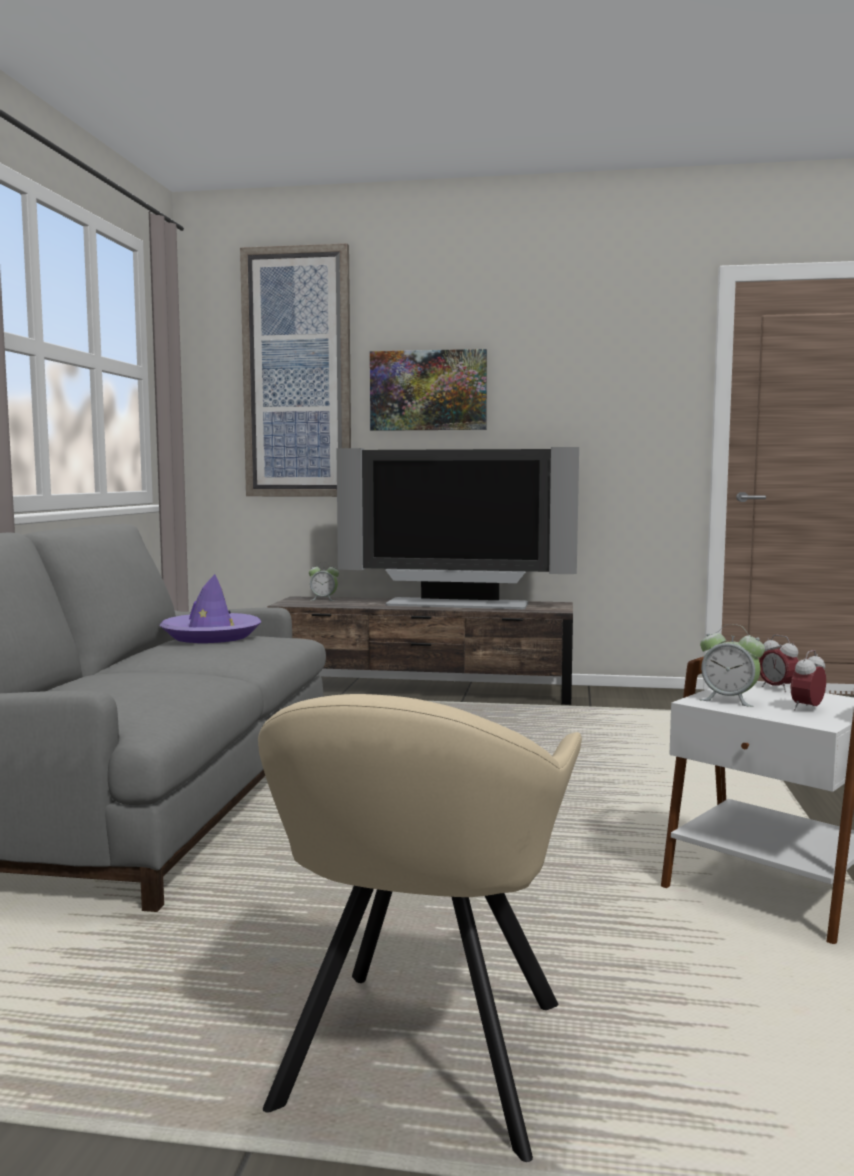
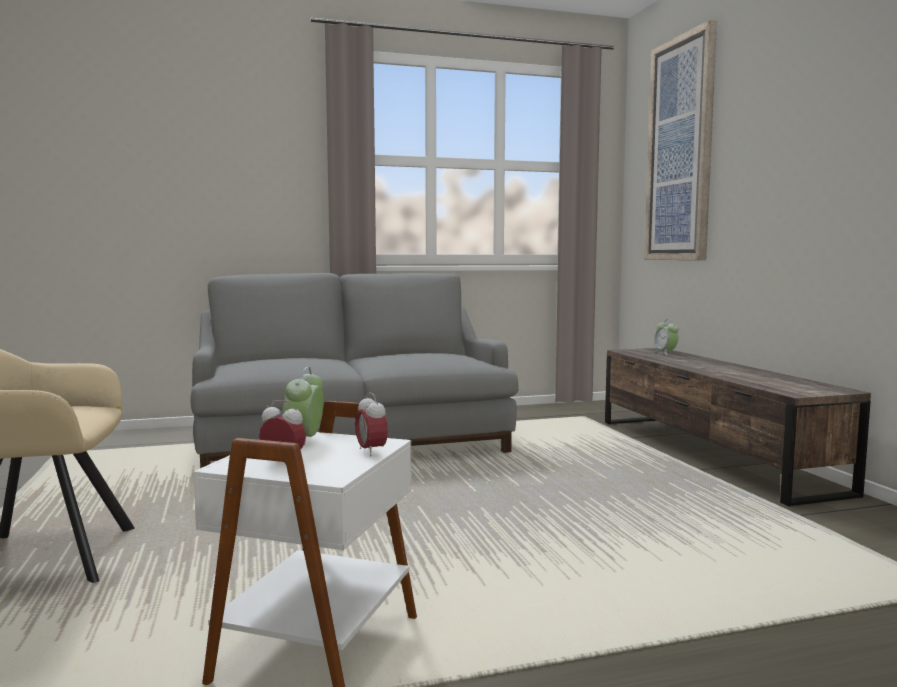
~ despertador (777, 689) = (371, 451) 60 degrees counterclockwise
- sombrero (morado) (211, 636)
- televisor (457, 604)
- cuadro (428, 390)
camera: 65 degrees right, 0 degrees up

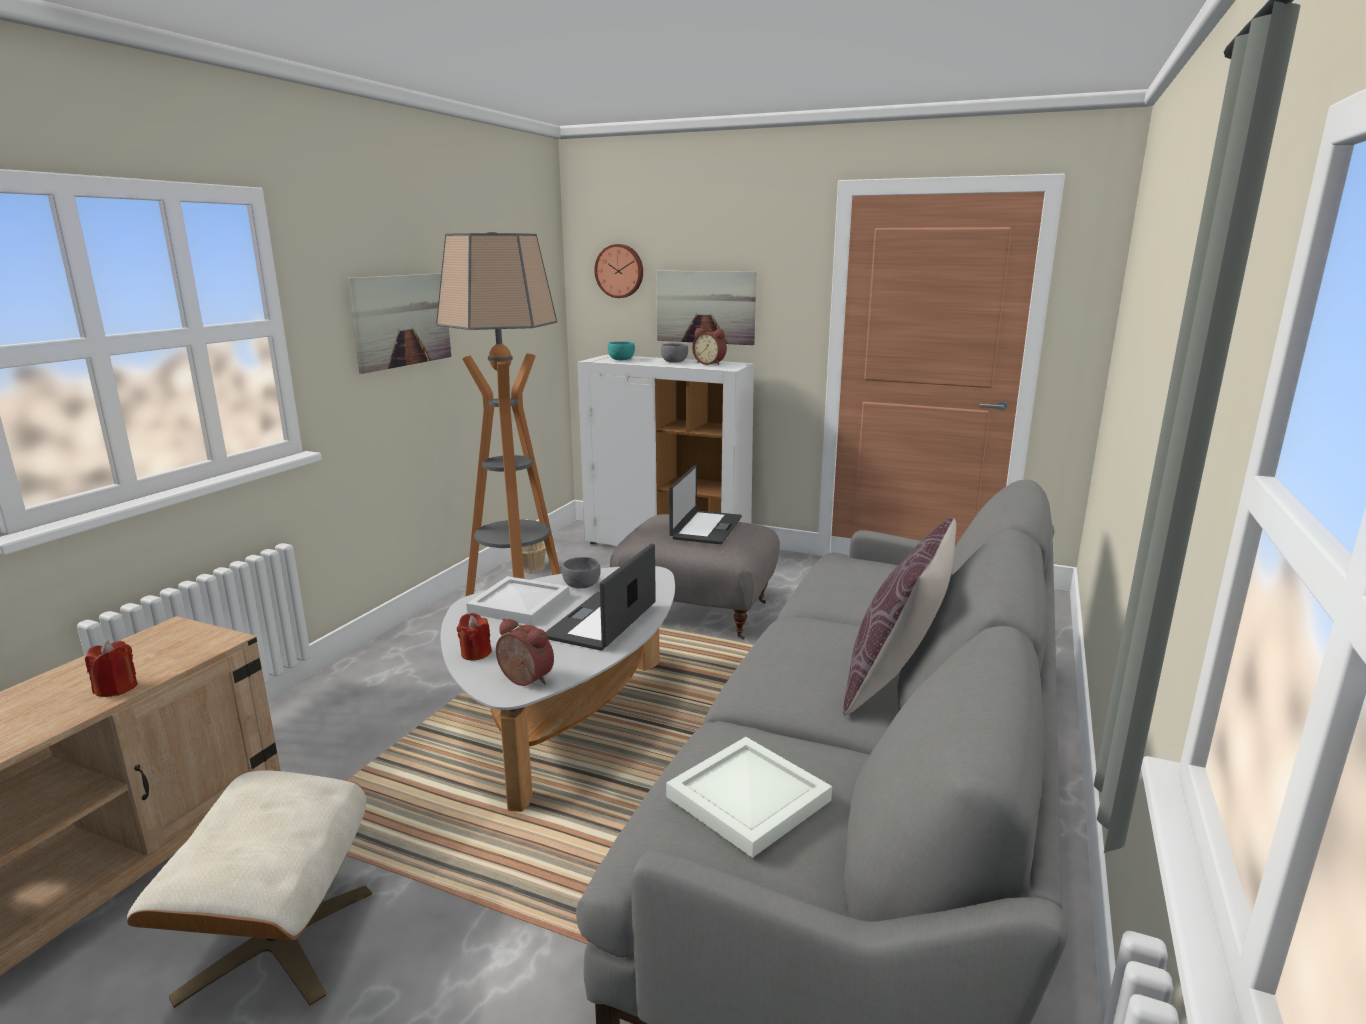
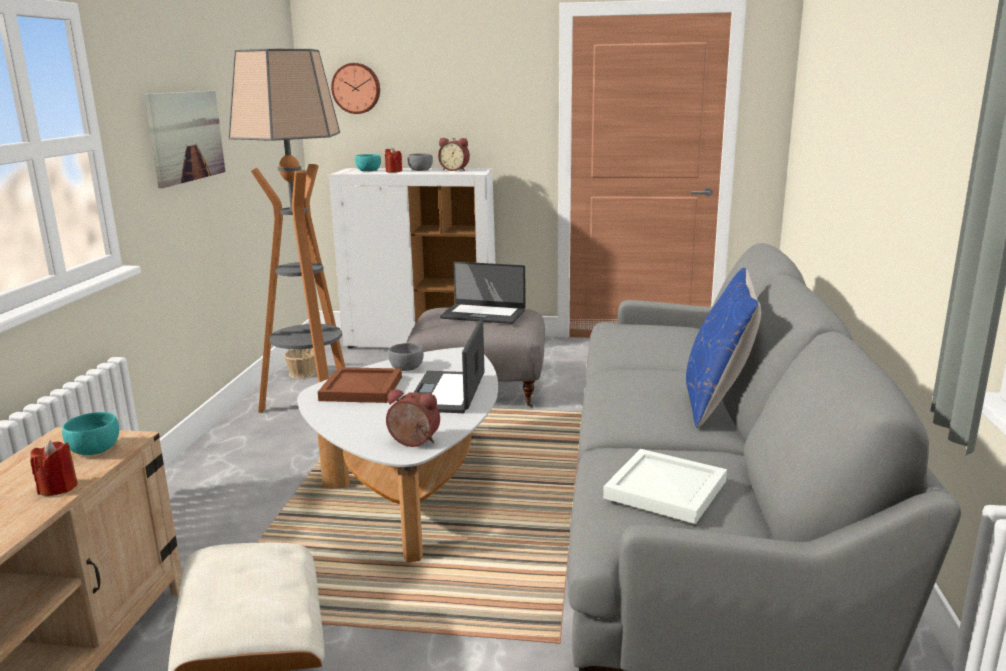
+ cuenco (turquesa) (94, 450)
~ bandeja (blanco) (519, 605) to bandeja (marrón) (362, 389)
~ vela (rojo) (475, 653) to (393, 171)
~ portátil (705, 528) = (483, 314) 105 degrees clockwise
~ cojín (marrón) (895, 680) to cojín (azul) (717, 401)
- cuadro (705, 307)
camera: 15 degrees left, 0 degrees up

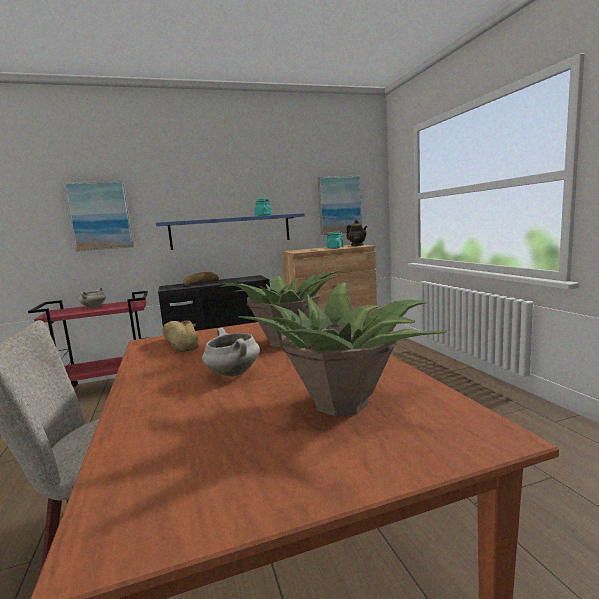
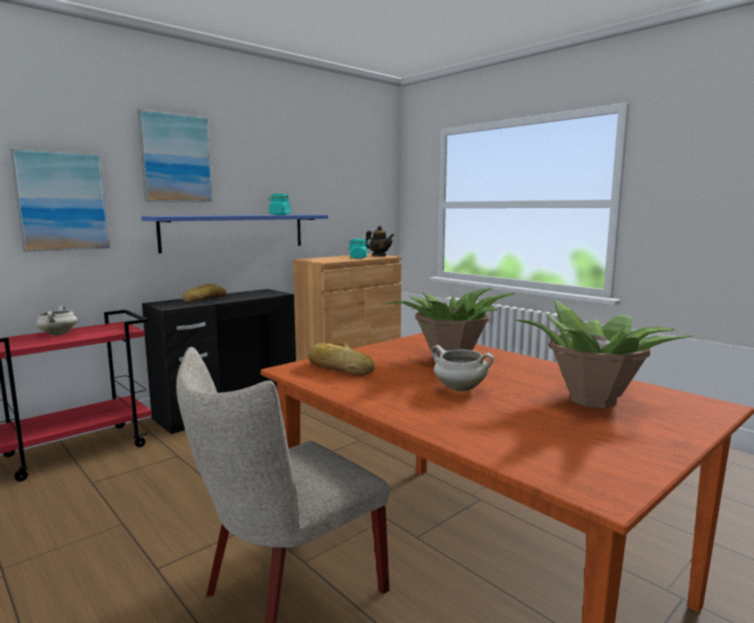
~ cuadro (339, 205) to (176, 158)
camera: 25 degrees left, 0 degrees up

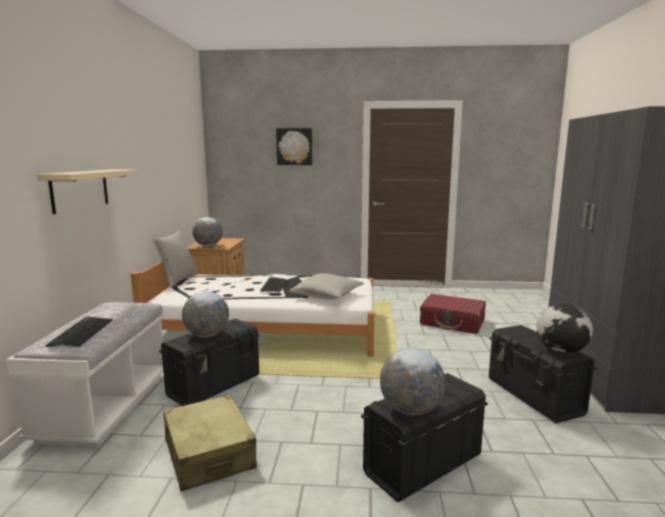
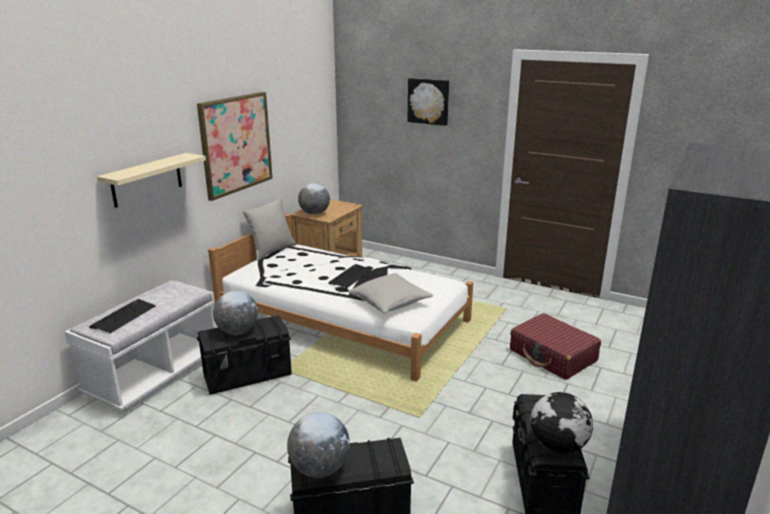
+ cuadro (236, 144)
- maleta (beis) (209, 454)
camera: 25 degrees right, 10 degrees up

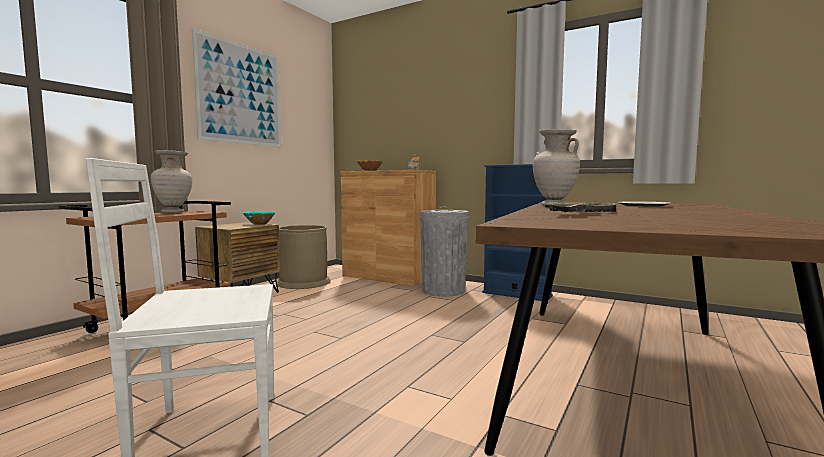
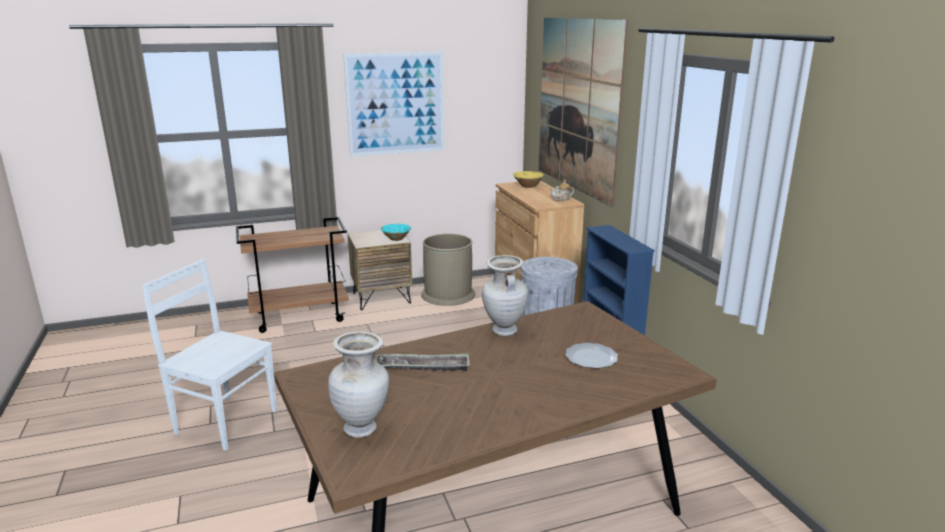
~ florero (beis) (174, 212) to (362, 429)
+ cuadro (577, 106)
camera: 40 degrees right, 15 degrees up

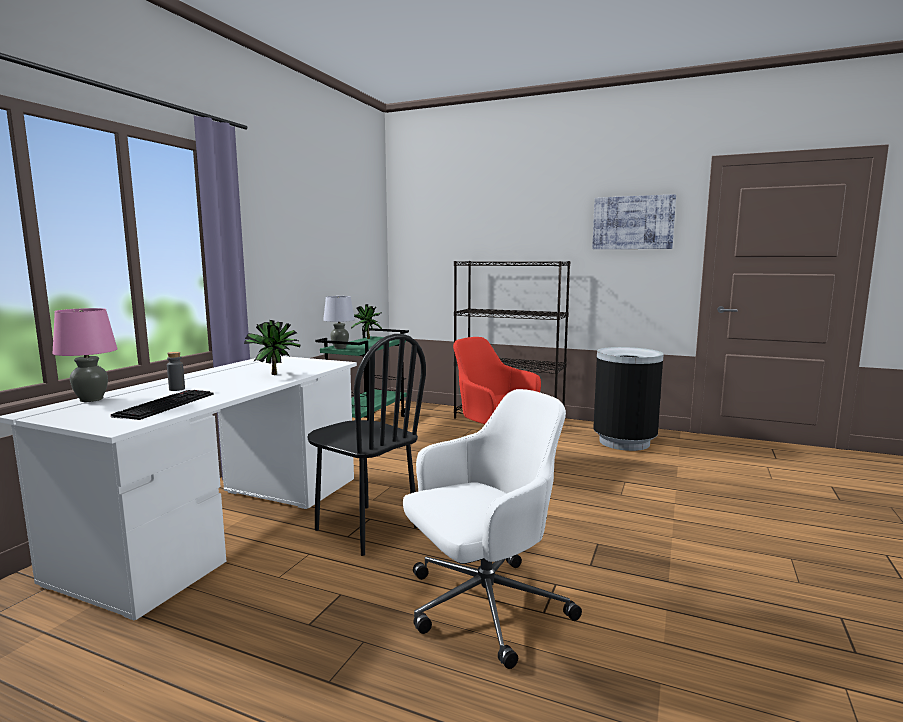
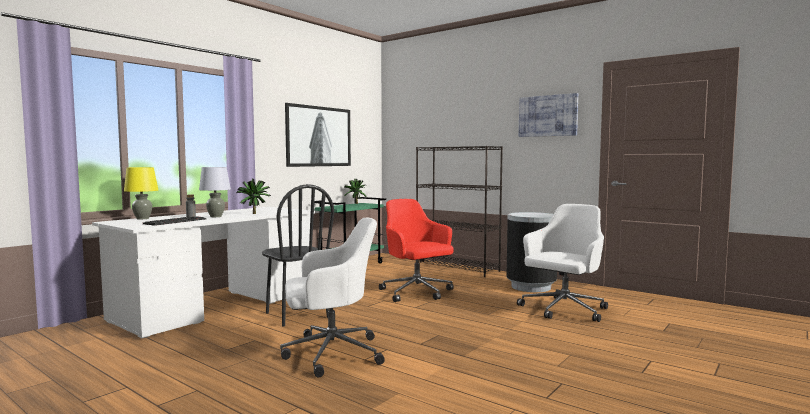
~ lámpara de mesa (rosa) (91, 399) to lámpara de mesa (amarillo) (142, 218)
~ lámpara de mesa (gris) (340, 348) to (215, 216)
+ cuadro (318, 136)
+ silla de oficina (blanco) (563, 310)
camera: 15 degrees right, 5 degrees down

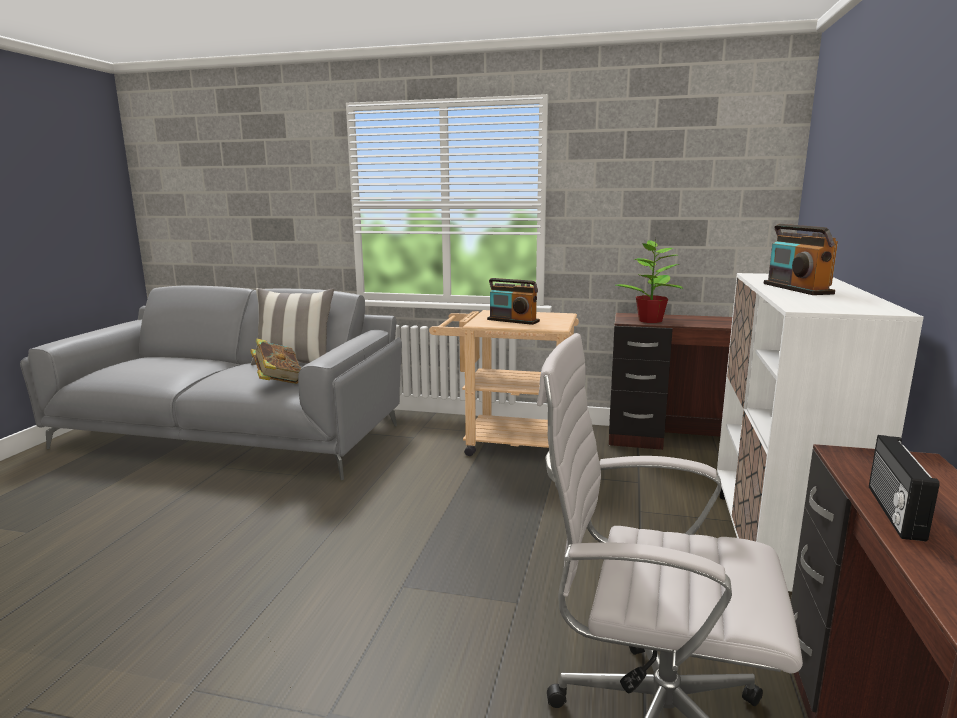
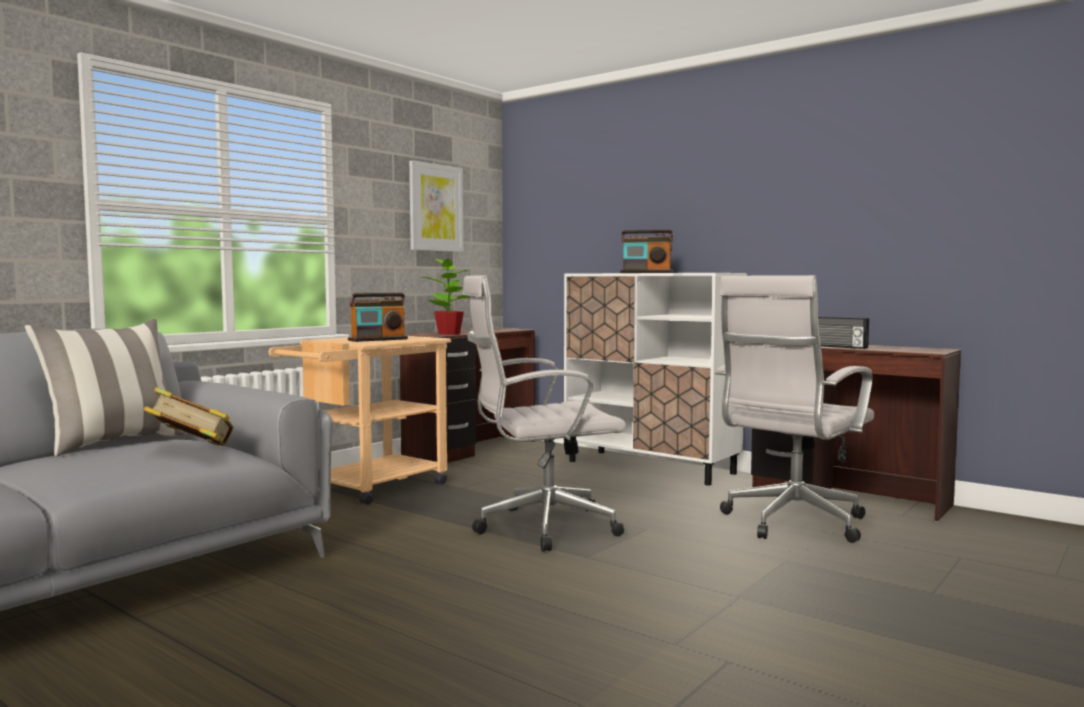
+ cuadro (435, 208)
+ silla de oficina (blanco) (540, 527)
camera: 65 degrees left, 10 degrees down

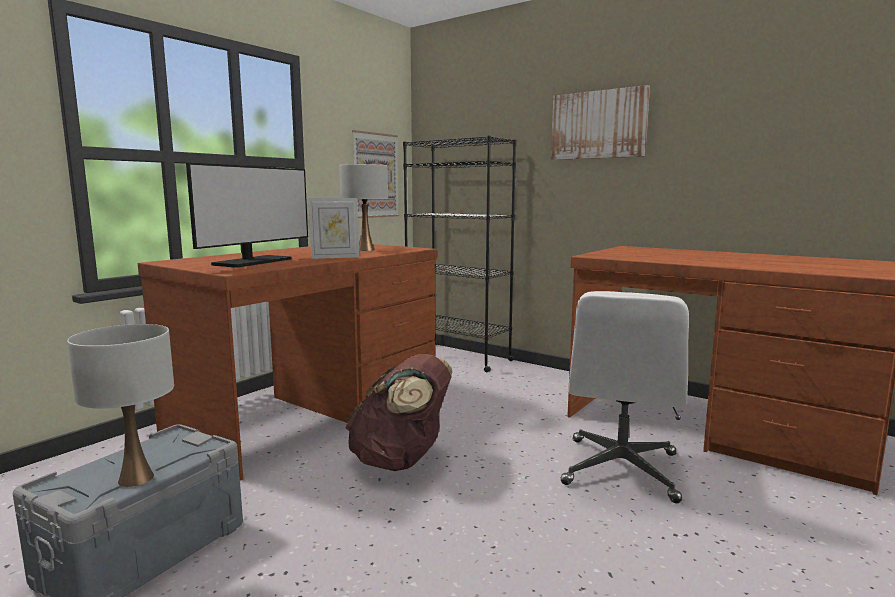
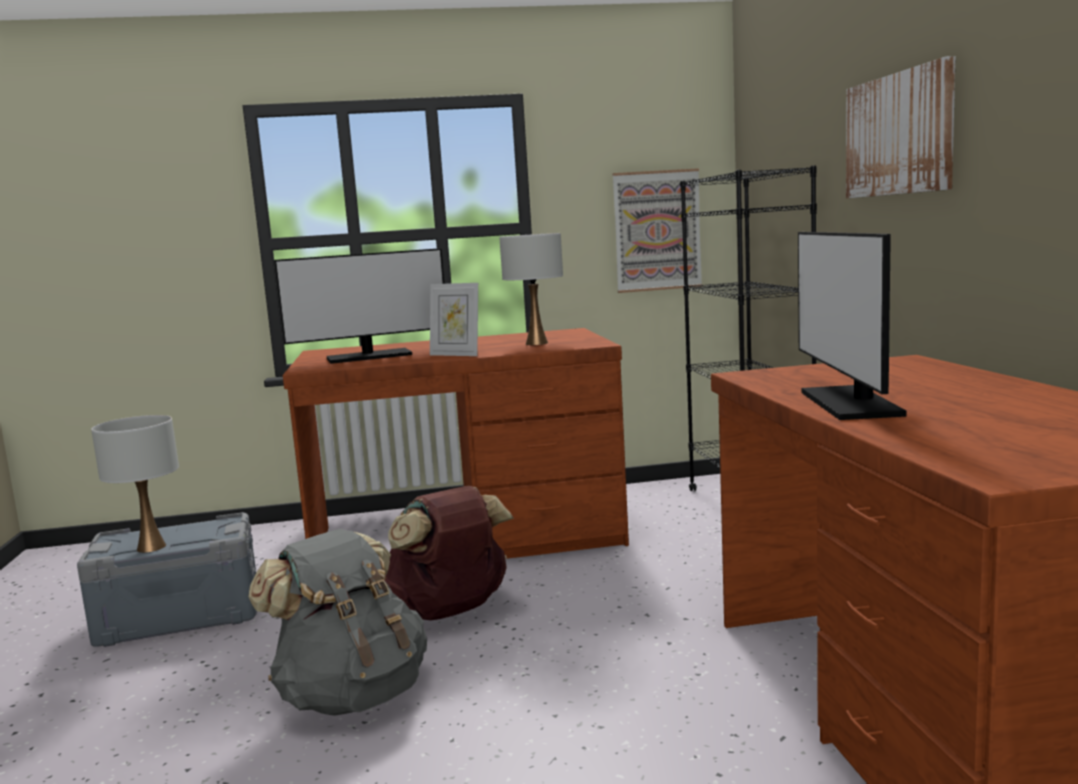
+ mochila (gris) (352, 694)
+ monitor (850, 403)
- silla de oficina (blanco) (621, 470)
camera: 45 degrees right, 0 degrees up

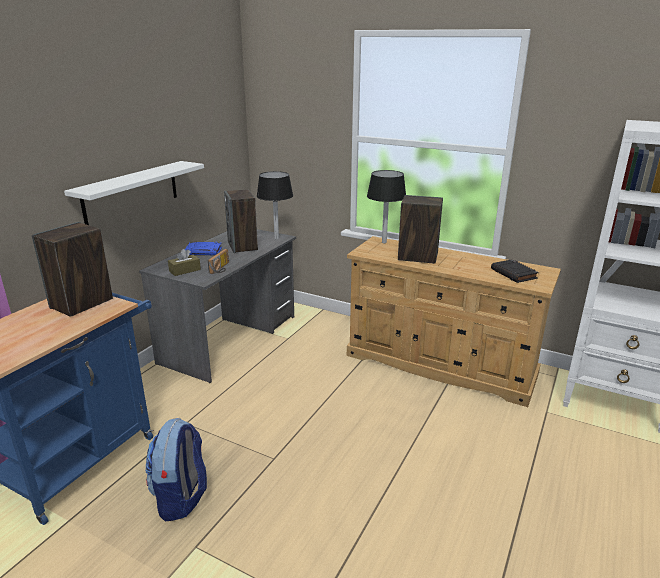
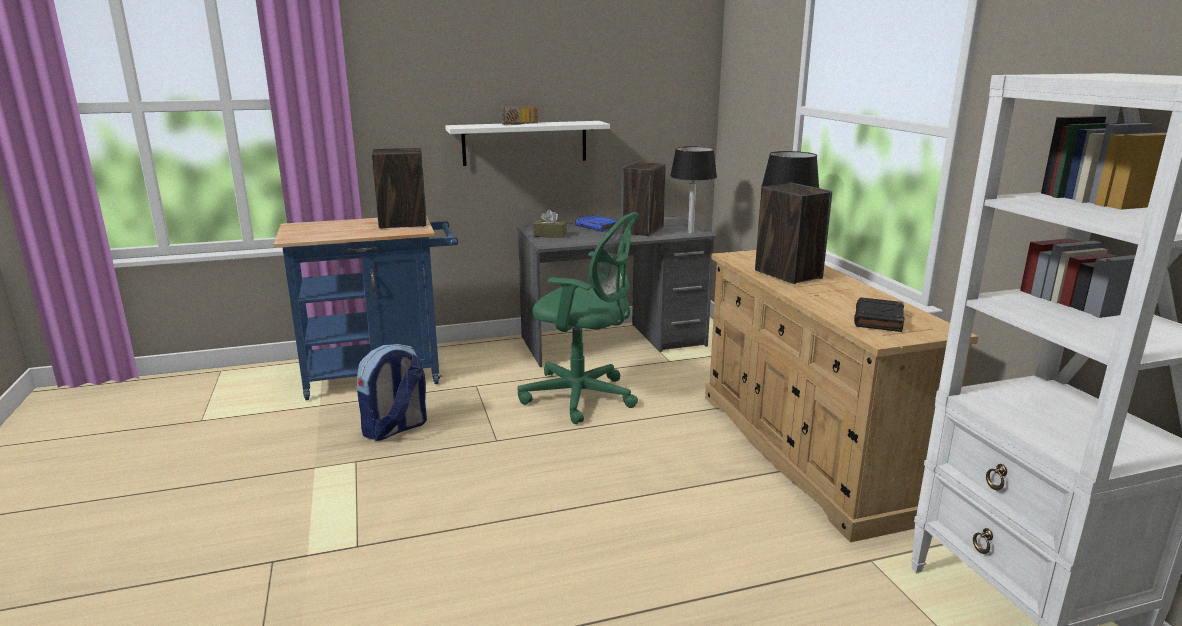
~ radio (221, 268) to (520, 124)
+ silla de oficina (verde) (583, 397)
camera: 45 degrees right, 5 degrees down

